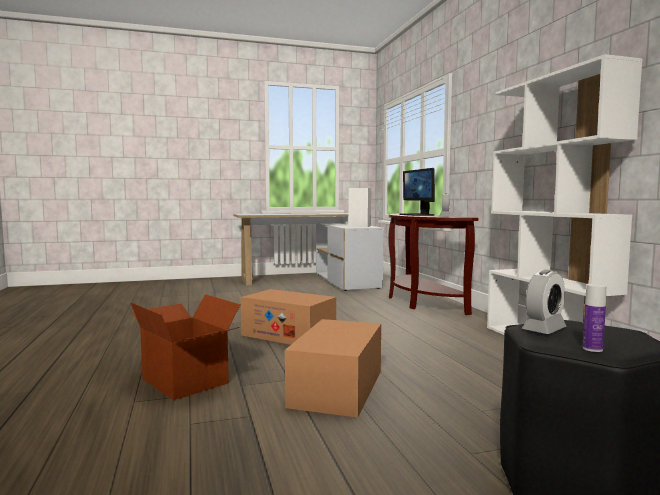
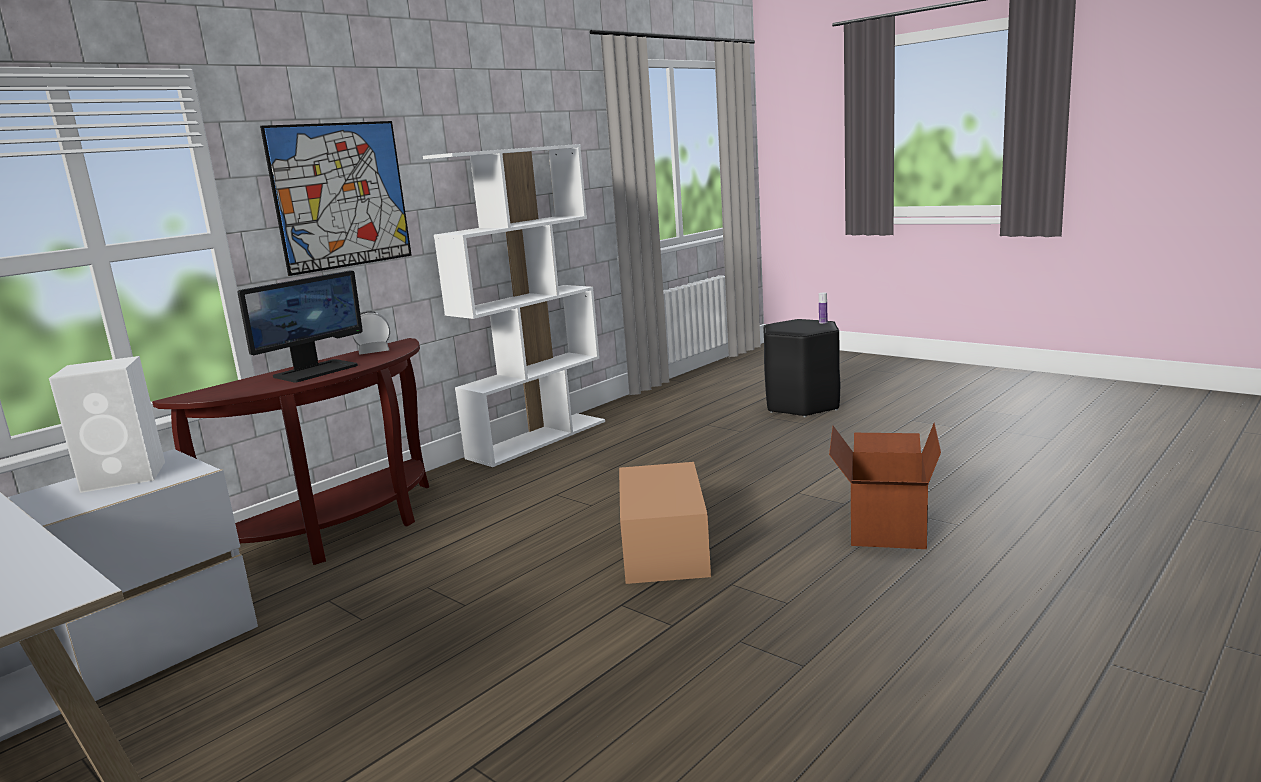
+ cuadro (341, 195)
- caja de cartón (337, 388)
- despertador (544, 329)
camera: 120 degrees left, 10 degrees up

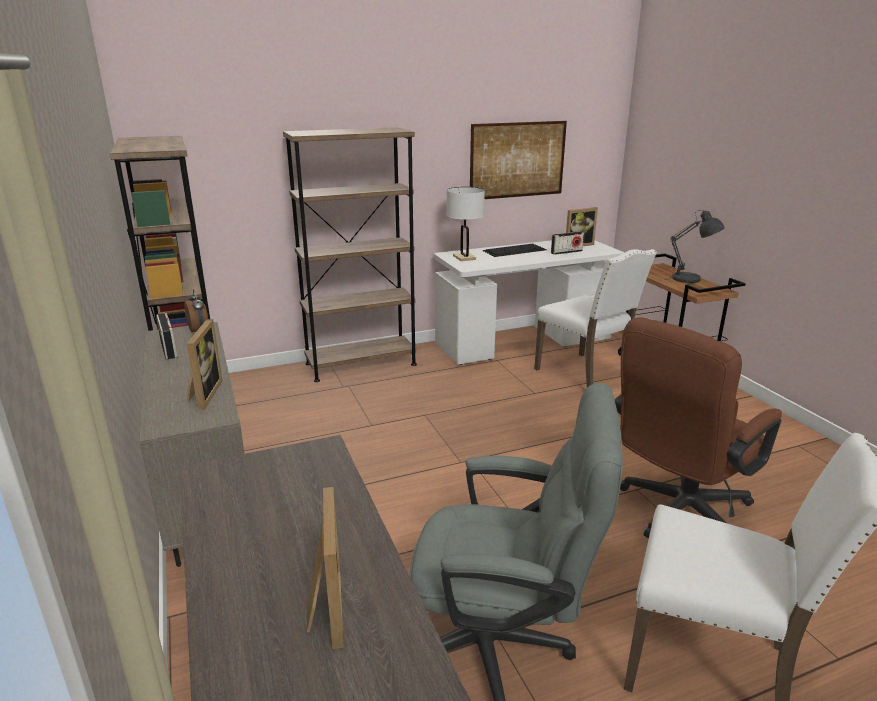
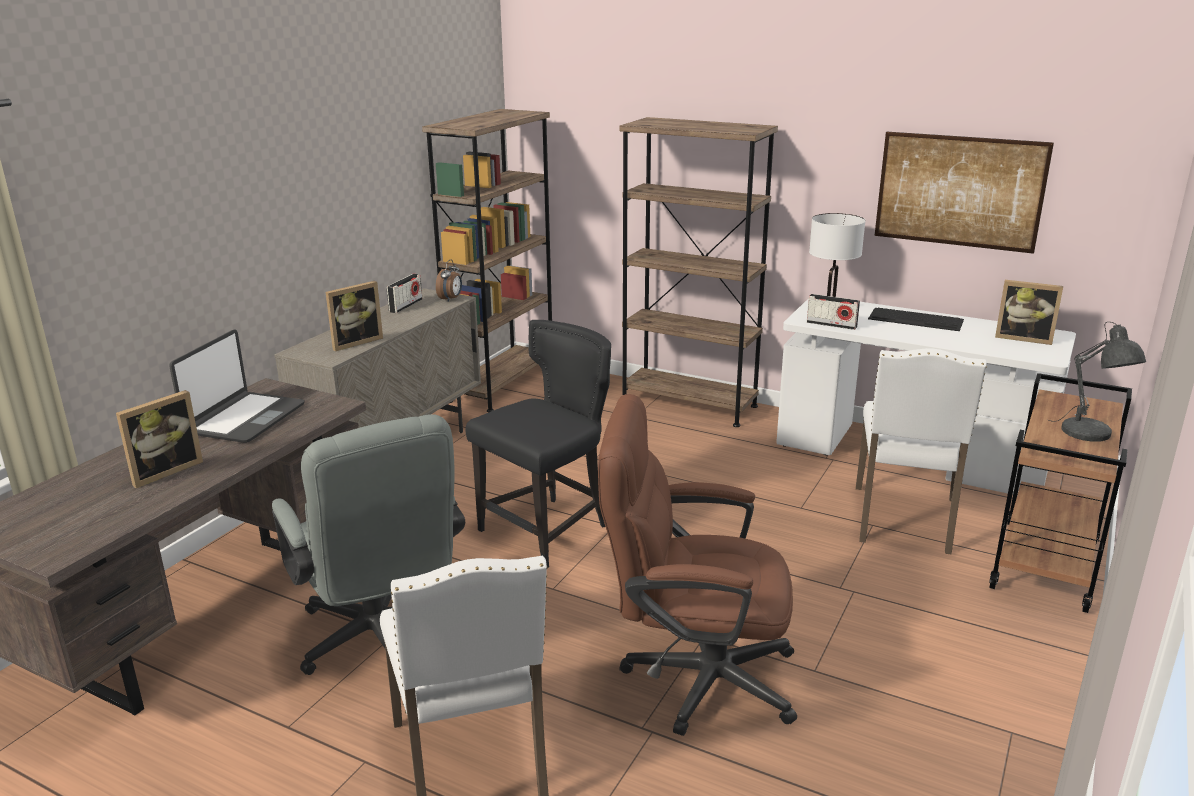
+ portátil (244, 419)
+ silla (negro) (548, 530)
~ radio (566, 252) to (831, 325)
camera: 50 degrees right, 0 degrees up

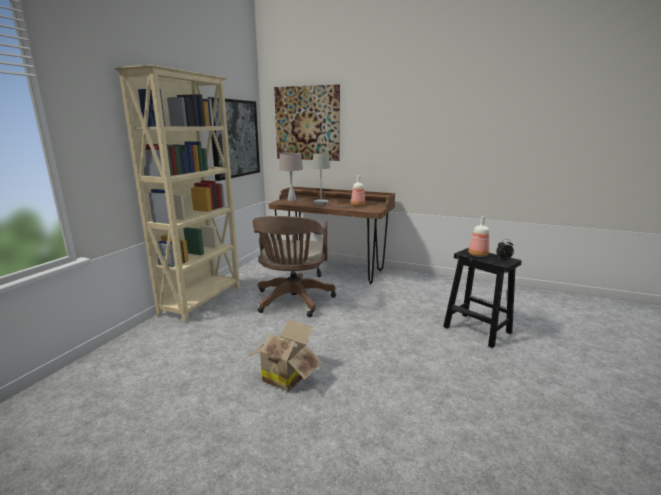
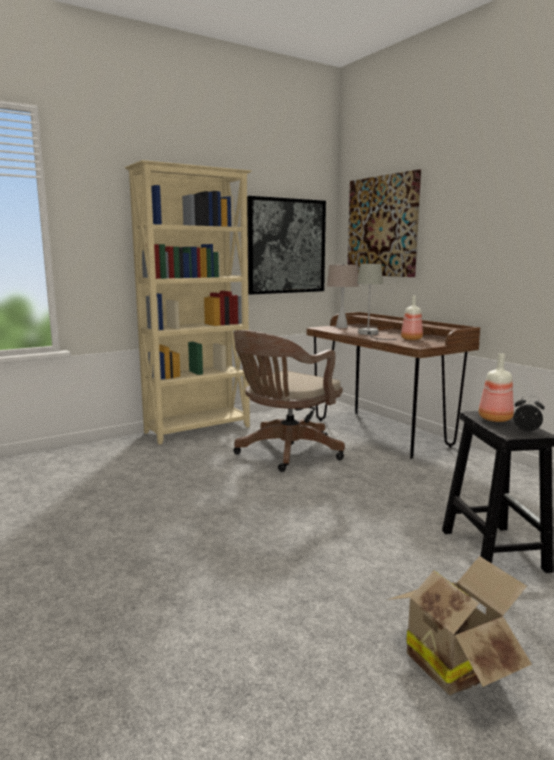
~ caja de cartón (285, 376) to (454, 662)
camera: 35 degrees right, 5 degrees down

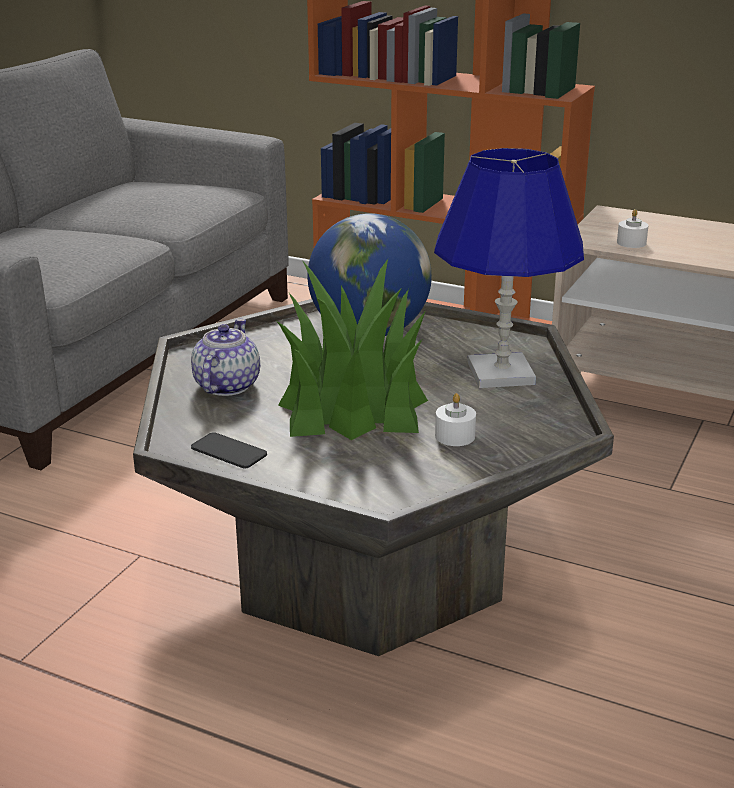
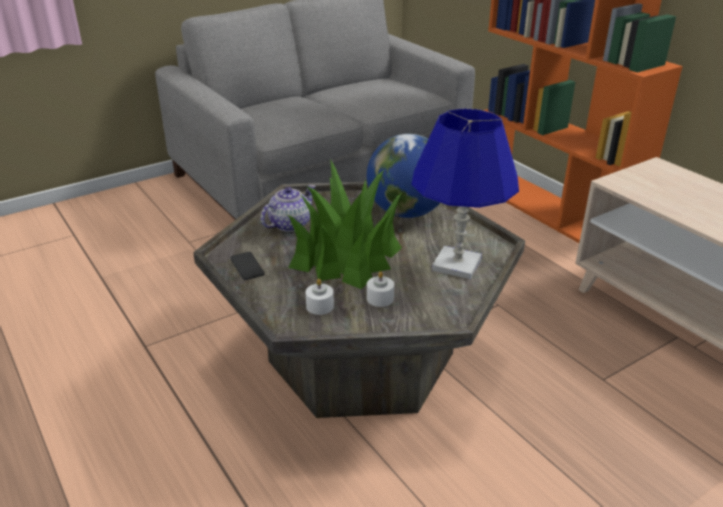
~ vela (blanco) (631, 242) to (320, 306)
camera: 30 degrees right, 5 degrees up

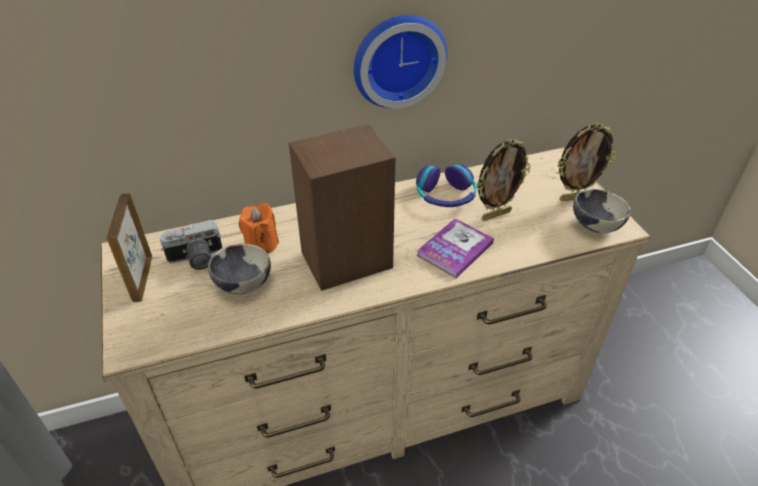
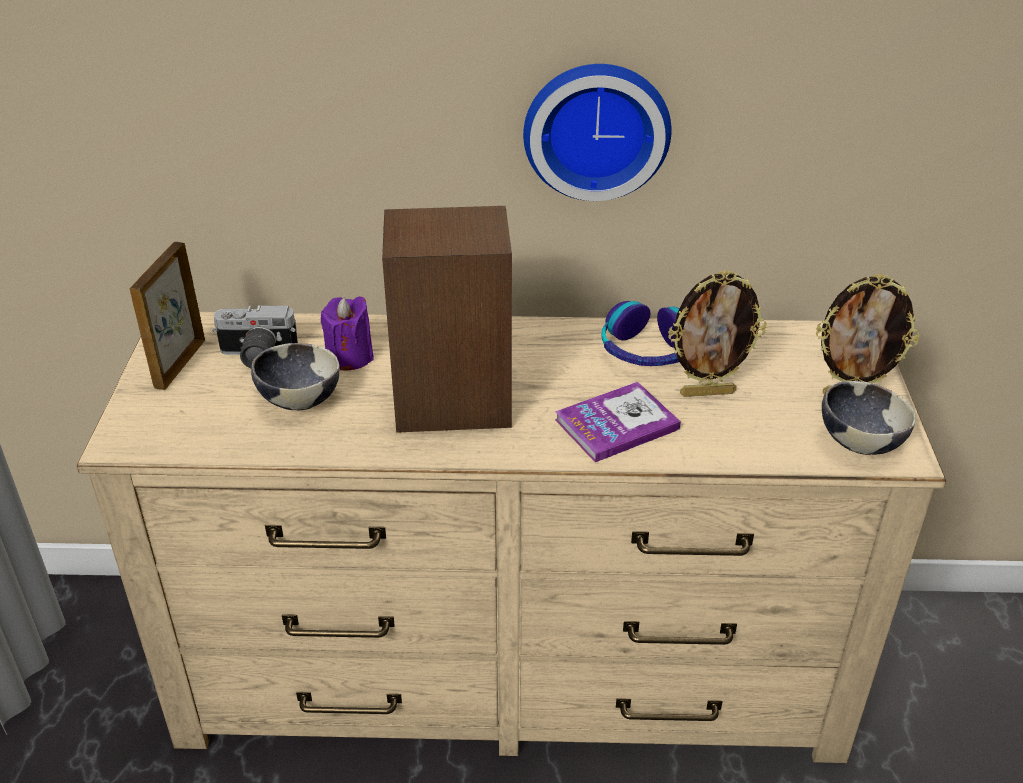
~ vela (naranja) (261, 244) to vela (morado) (349, 357)
camera: 20 degrees right, 5 degrees down

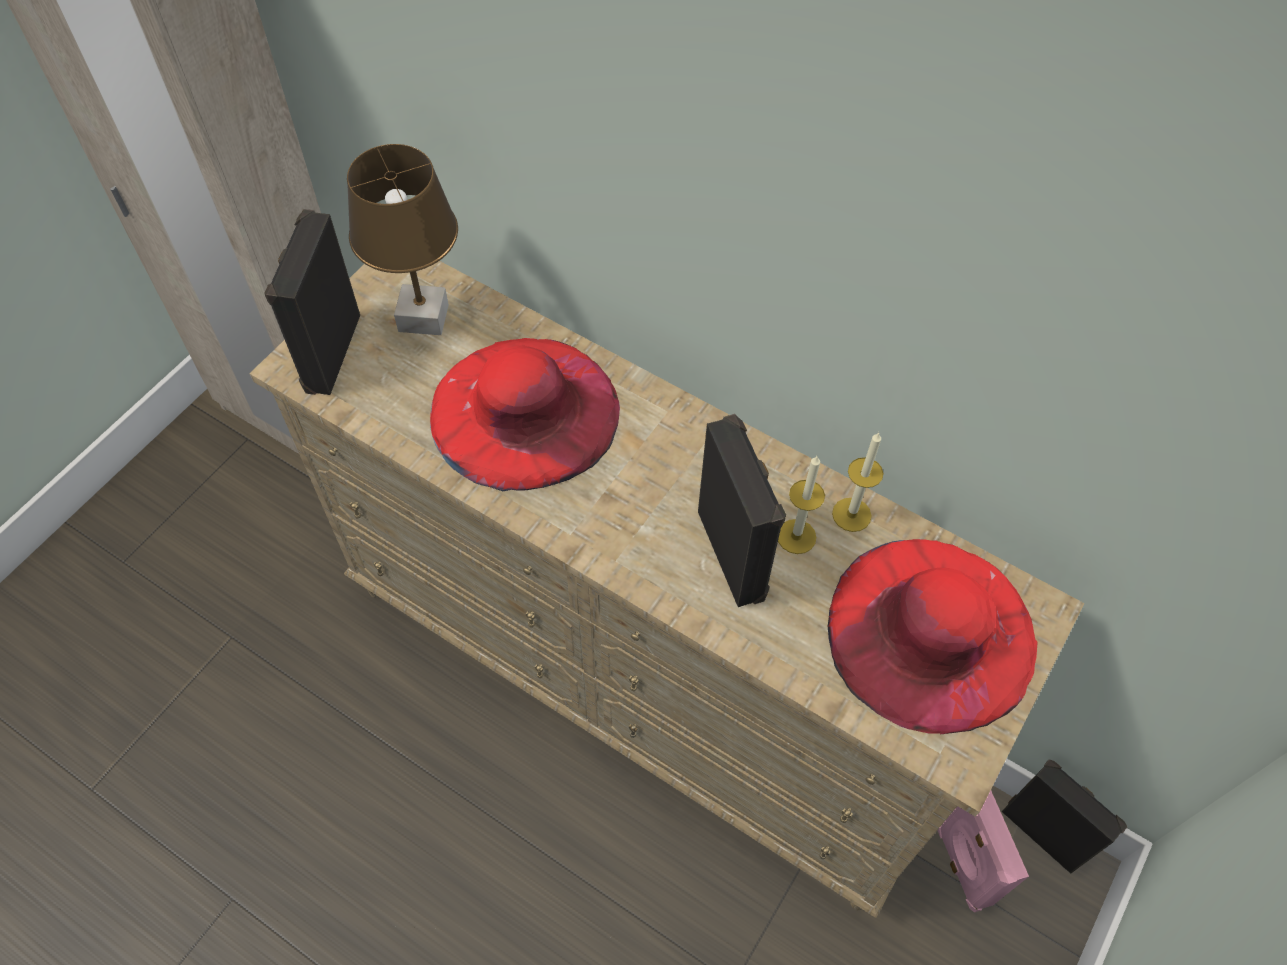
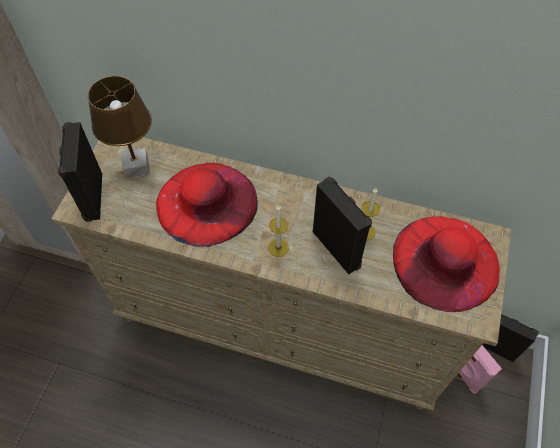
~ vela (851, 514) to (278, 247)
camera: 15 degrees left, 0 degrees up

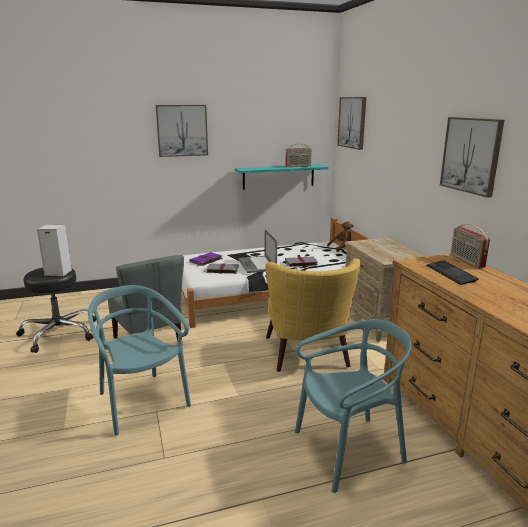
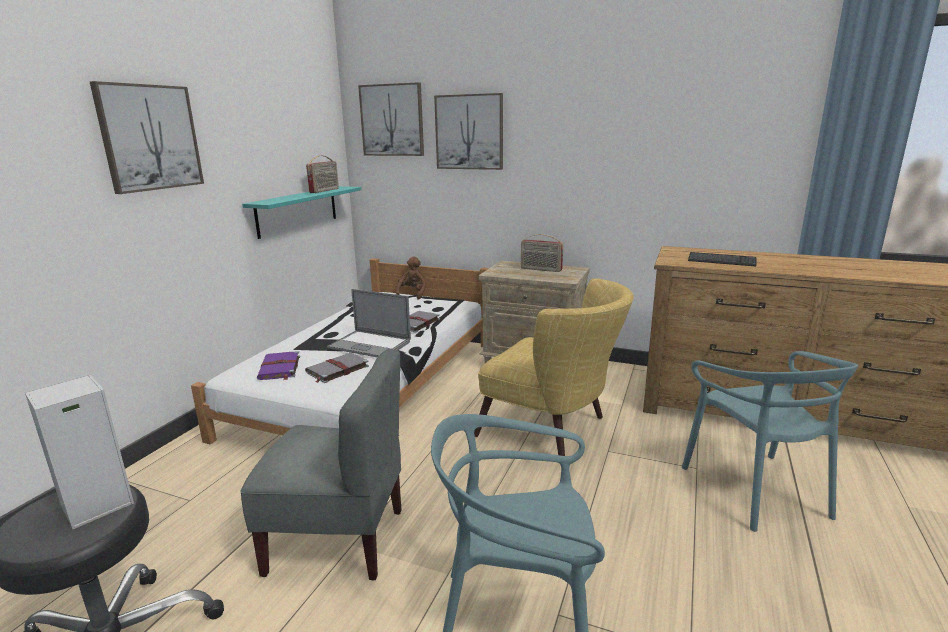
~ cuadro (471, 155) to (469, 132)
~ radio (466, 261) to (540, 269)
~ silla (turquesa) (348, 450) = (756, 489) 150 degrees clockwise
camera: 50 degrees left, 0 degrees up

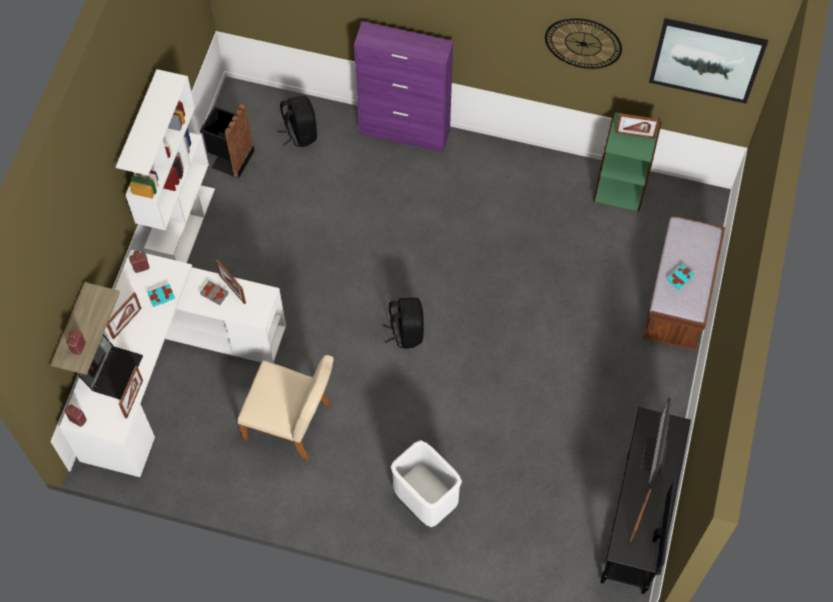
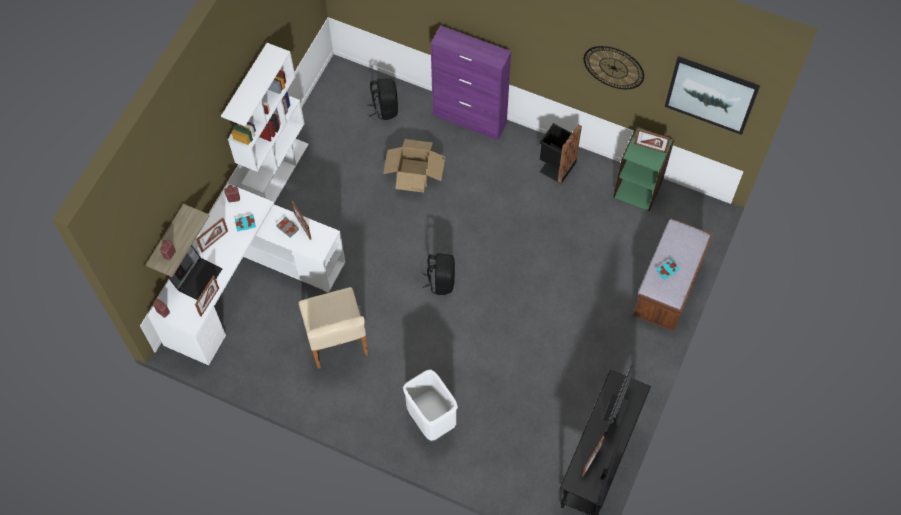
~ silla (beis) (293, 424) = (337, 341) 45 degrees clockwise
+ caja de cartón (415, 172)
~ papelera (negro) (230, 158) to (556, 166)
camera: 10 degrees right, 0 degrees up

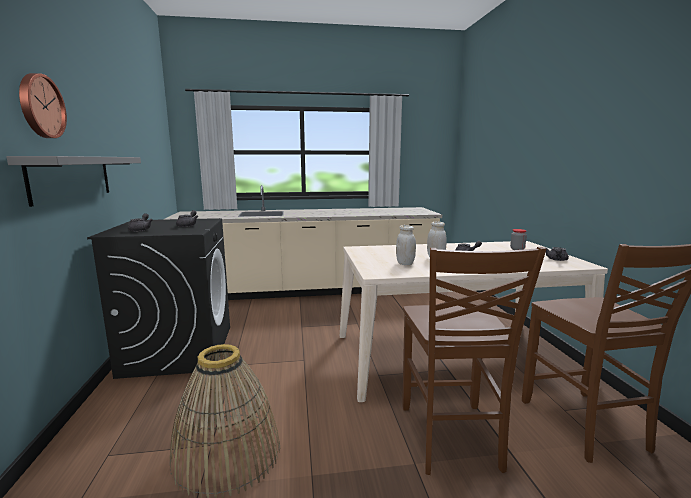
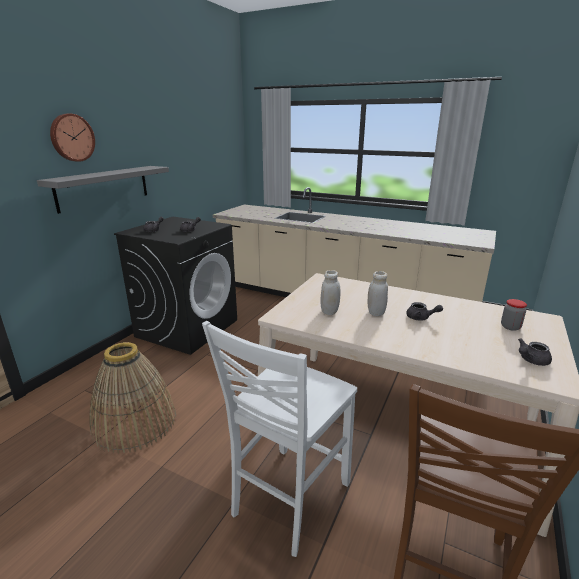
~ silla (marrón) (450, 438) to silla (blanco) (288, 499)
camera: 35 degrees right, 10 degrees up

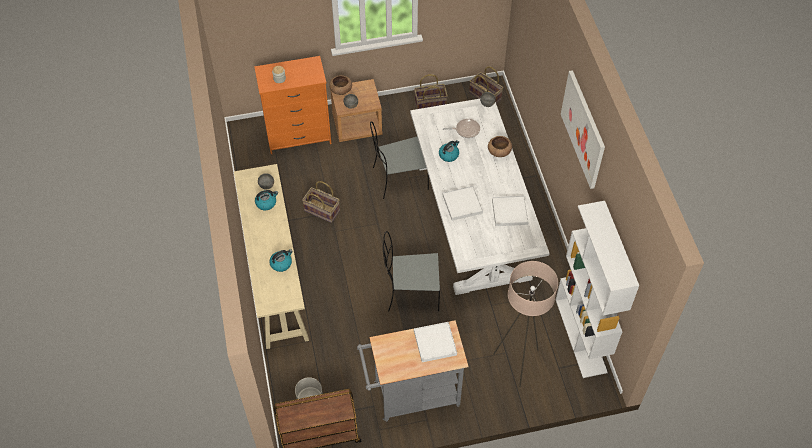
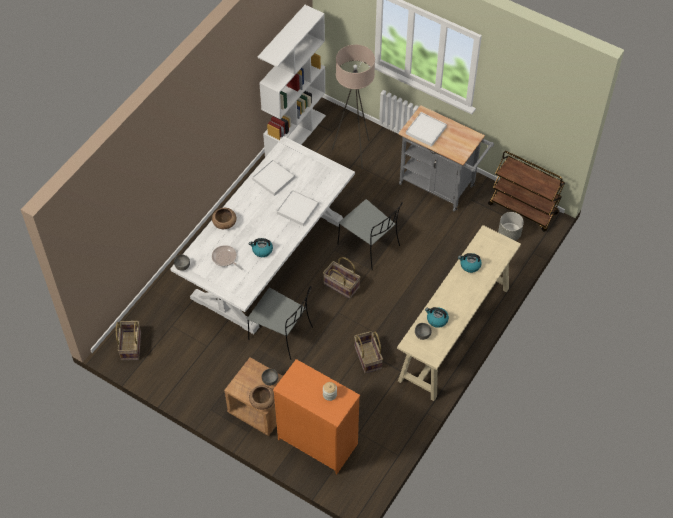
~ cesta (430, 103) to (341, 285)
- cuadro (583, 129)
camera: 135 degrees left, 0 degrees up

